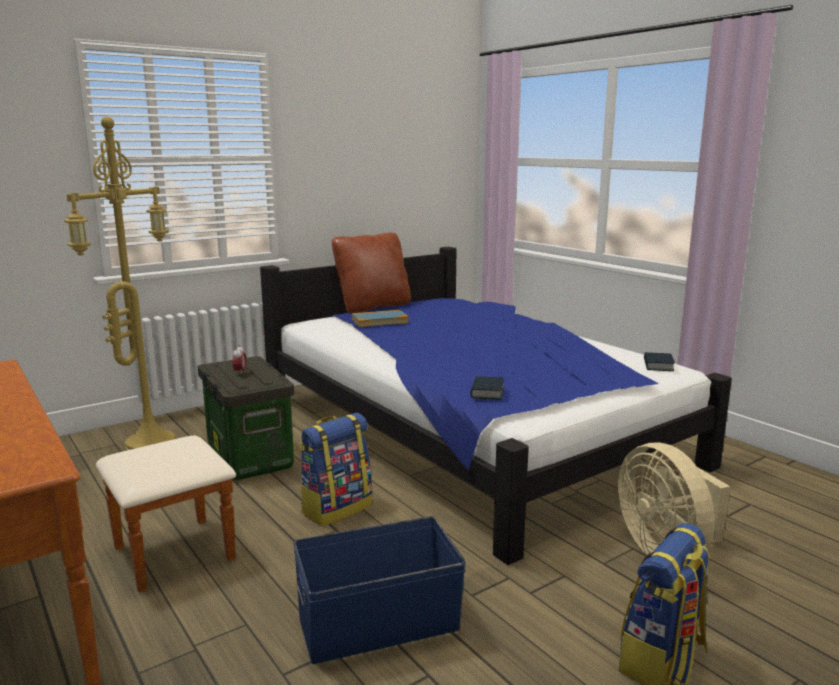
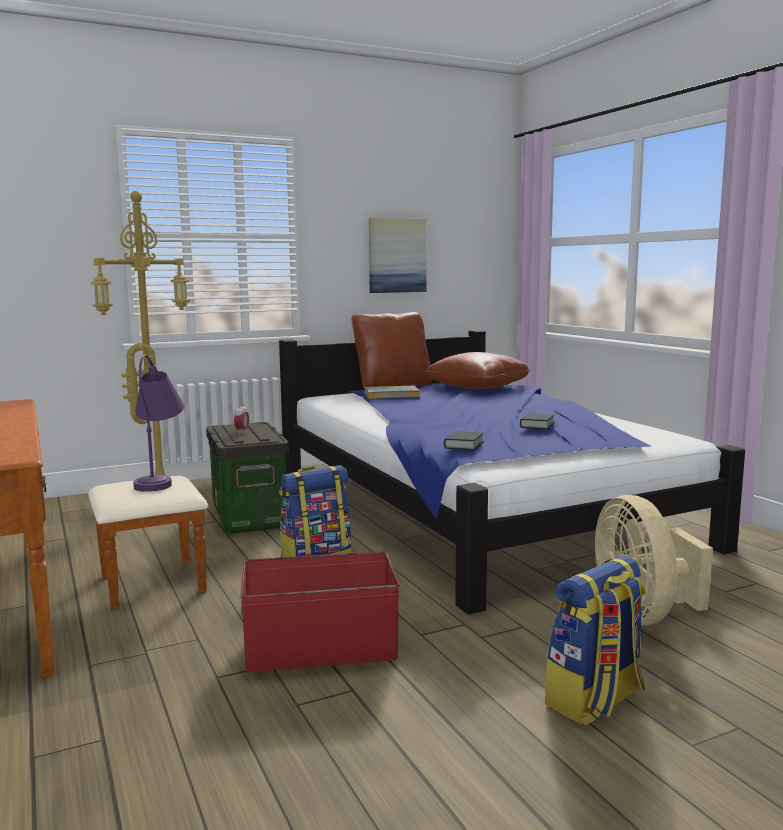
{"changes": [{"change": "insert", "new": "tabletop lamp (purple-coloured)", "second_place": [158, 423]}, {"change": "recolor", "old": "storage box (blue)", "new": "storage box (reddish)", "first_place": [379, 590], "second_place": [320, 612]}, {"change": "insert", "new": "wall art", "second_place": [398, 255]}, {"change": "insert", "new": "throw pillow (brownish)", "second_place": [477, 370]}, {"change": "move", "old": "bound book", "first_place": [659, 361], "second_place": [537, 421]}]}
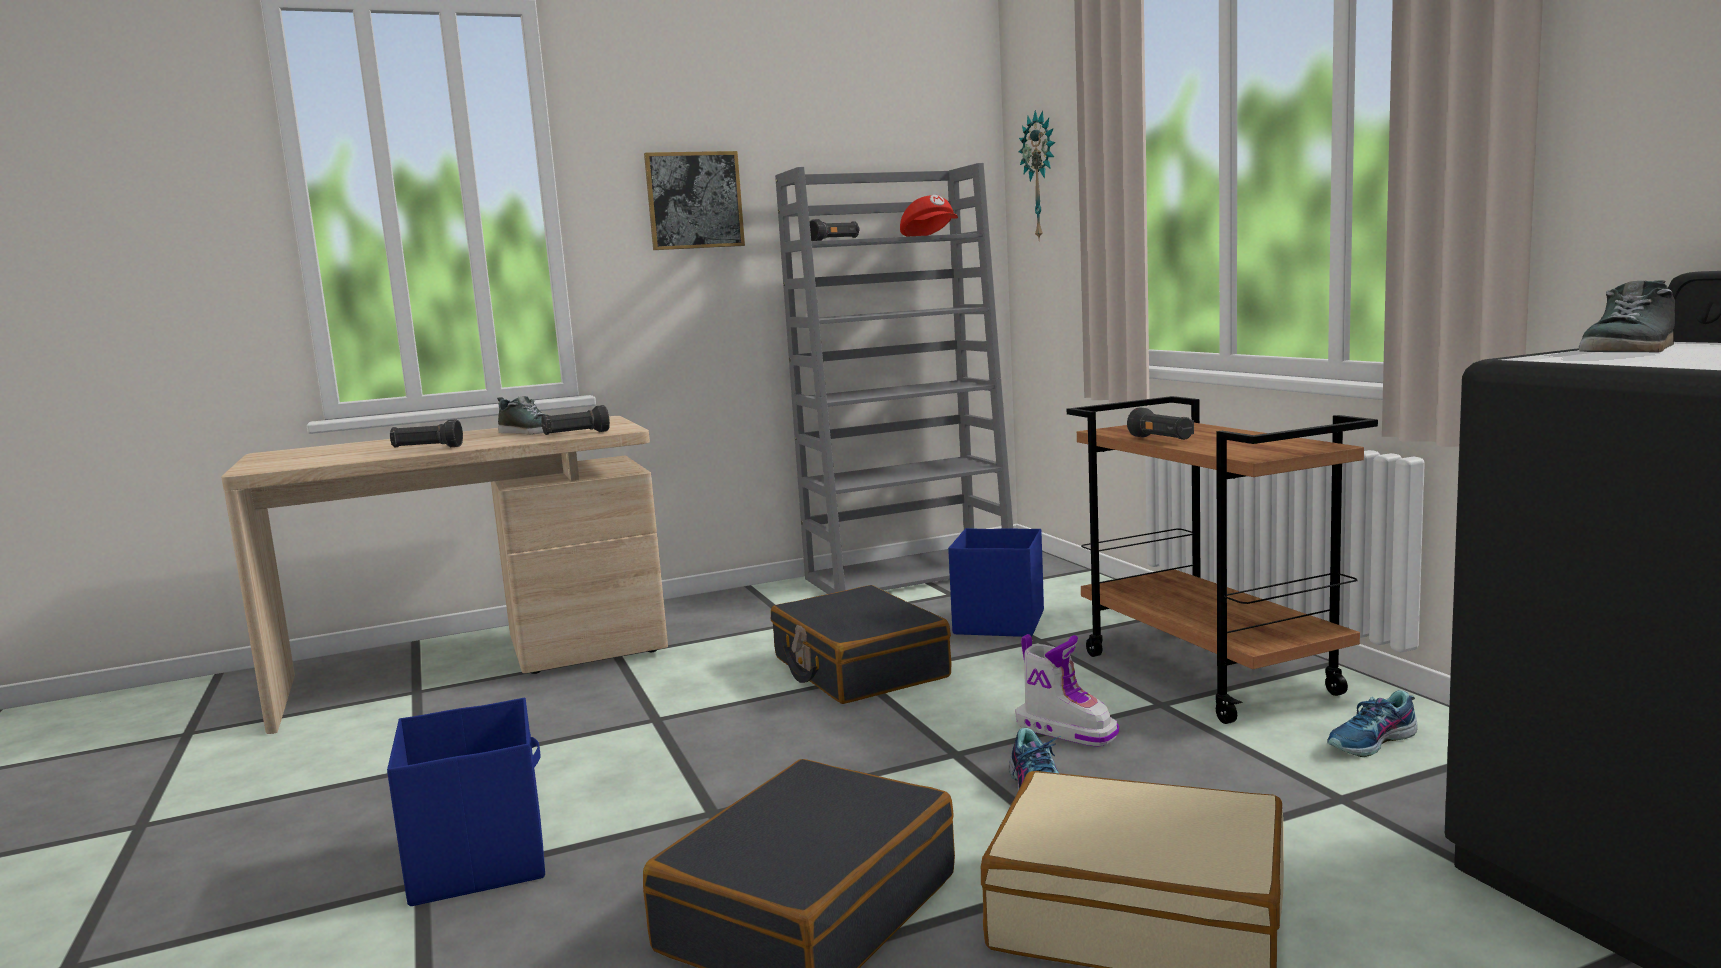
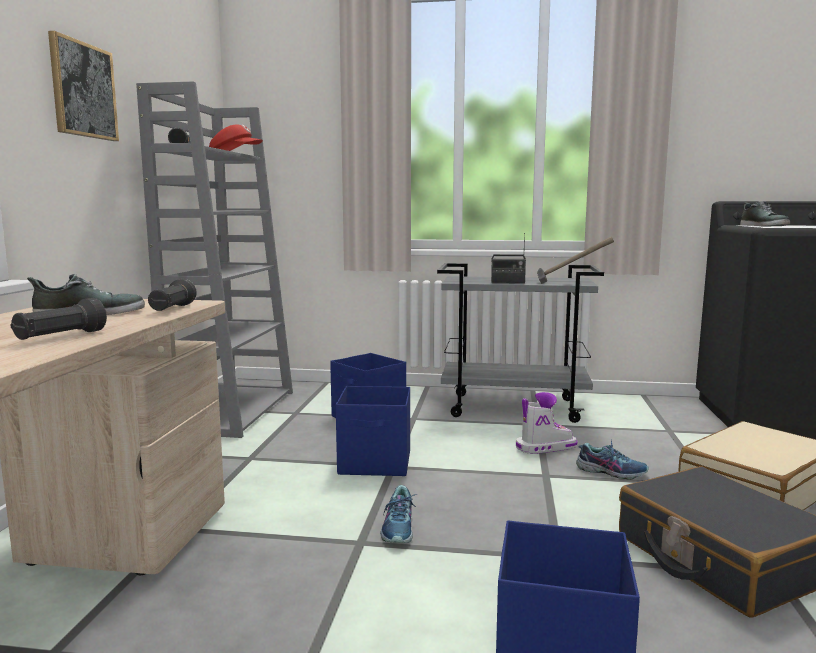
{"changes": [{"change": "replace", "old": "suitcase (blackish)", "new": "storage box (blue)", "first_place": [861, 644], "second_place": [373, 431]}, {"change": "move", "old": "low shoe", "first_place": [1372, 723], "second_place": [398, 514]}, {"change": "recolor", "old": "cart (brownish)", "new": "cart (gray)", "first_place": [1222, 560], "second_place": [520, 343]}, {"change": "replace", "old": "hand torch (blackish)", "new": "radio set", "first_place": [1160, 424], "second_place": [508, 258]}, {"change": "insert", "new": "tool hammer", "second_place": [575, 260]}, {"change": "delete", "old": "wall clock", "first_place": [1036, 174]}]}
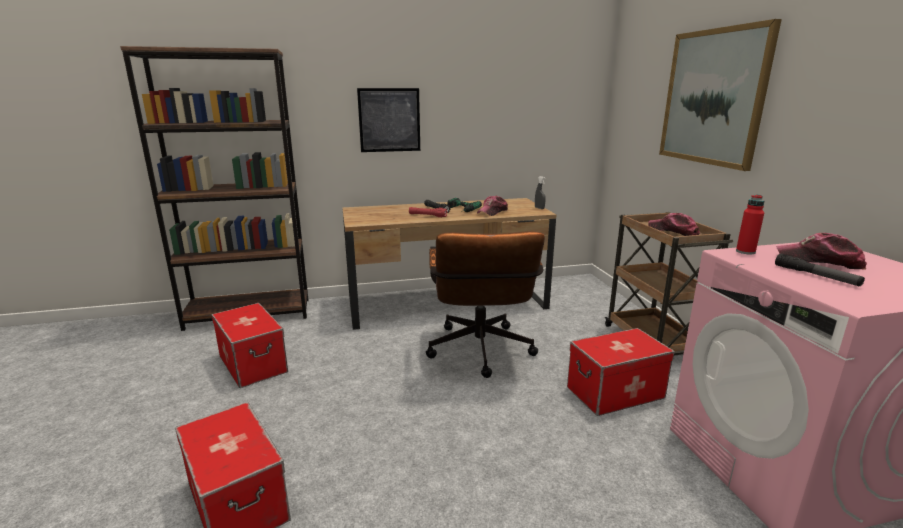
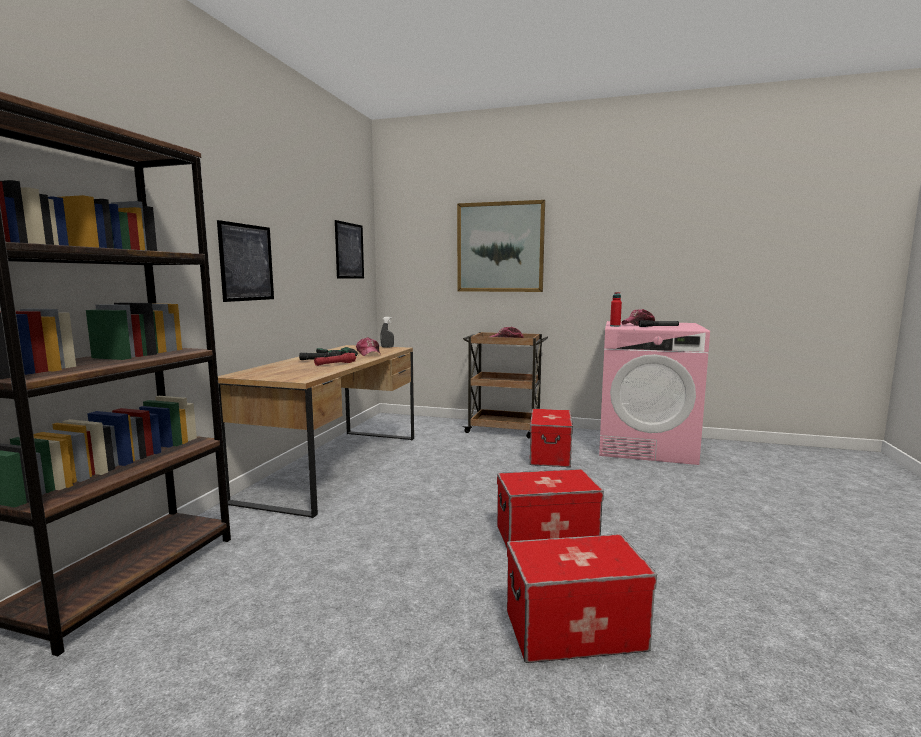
{"changes": [{"change": "insert", "new": "wall art", "second_place": [349, 249]}, {"change": "move", "old": "storage box", "first_place": [249, 345], "second_place": [550, 508]}, {"change": "delete", "old": "computer chair (brownish)", "first_place": [485, 304]}]}
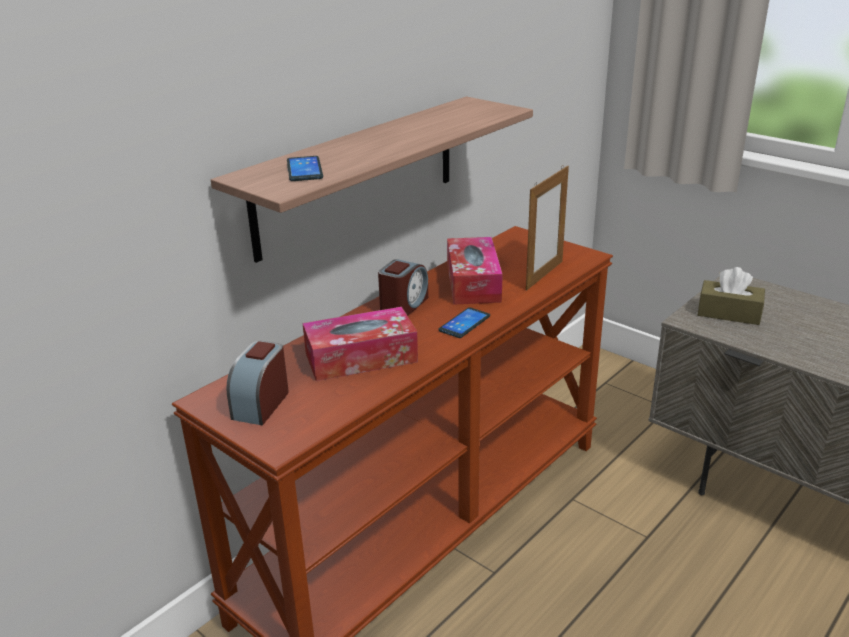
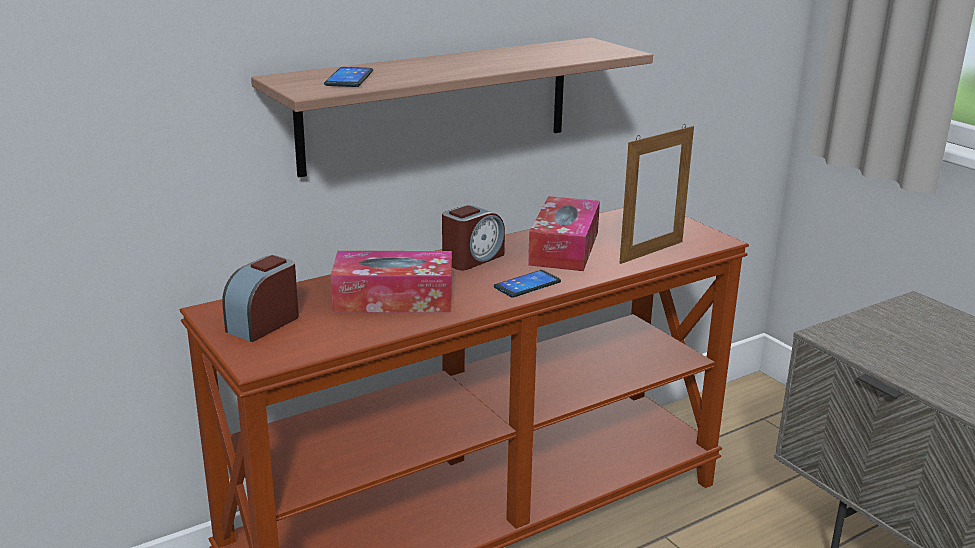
{"changes": [{"change": "delete", "old": "box of tissues (brownish)", "first_place": [731, 296]}]}
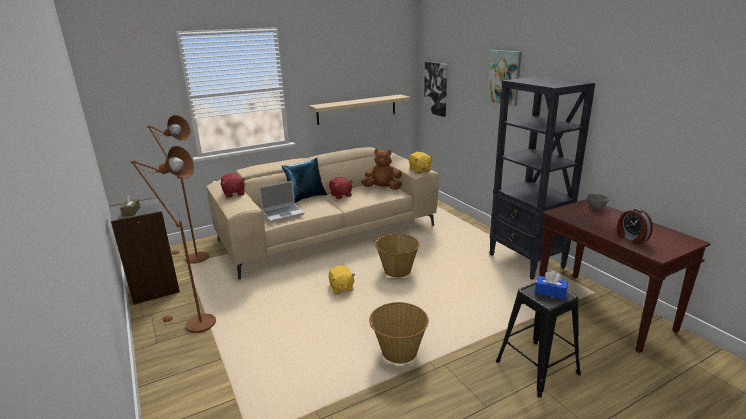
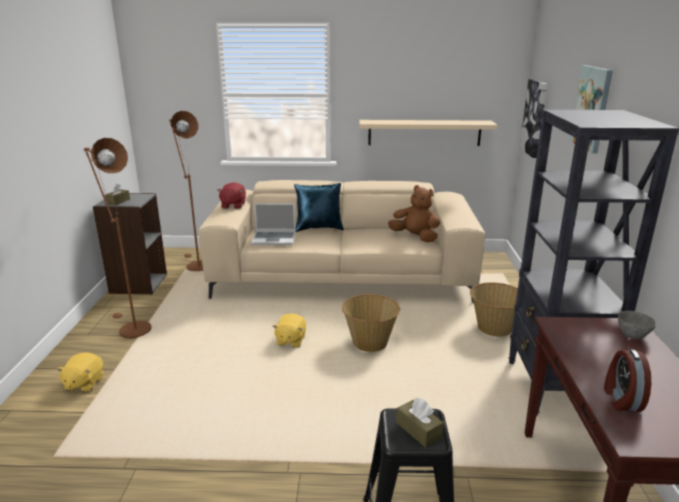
{"changes": [{"change": "move", "old": "soft toy (yellowish)", "first_place": [421, 162], "second_place": [80, 372]}, {"change": "recolor", "old": "box of tissues (blue)", "new": "box of tissues (brownish)", "first_place": [551, 285], "second_place": [420, 422]}, {"change": "move", "old": "storage basket", "first_place": [399, 333], "second_place": [494, 309]}, {"change": "delete", "old": "soft toy (reddish)", "first_place": [341, 188]}]}
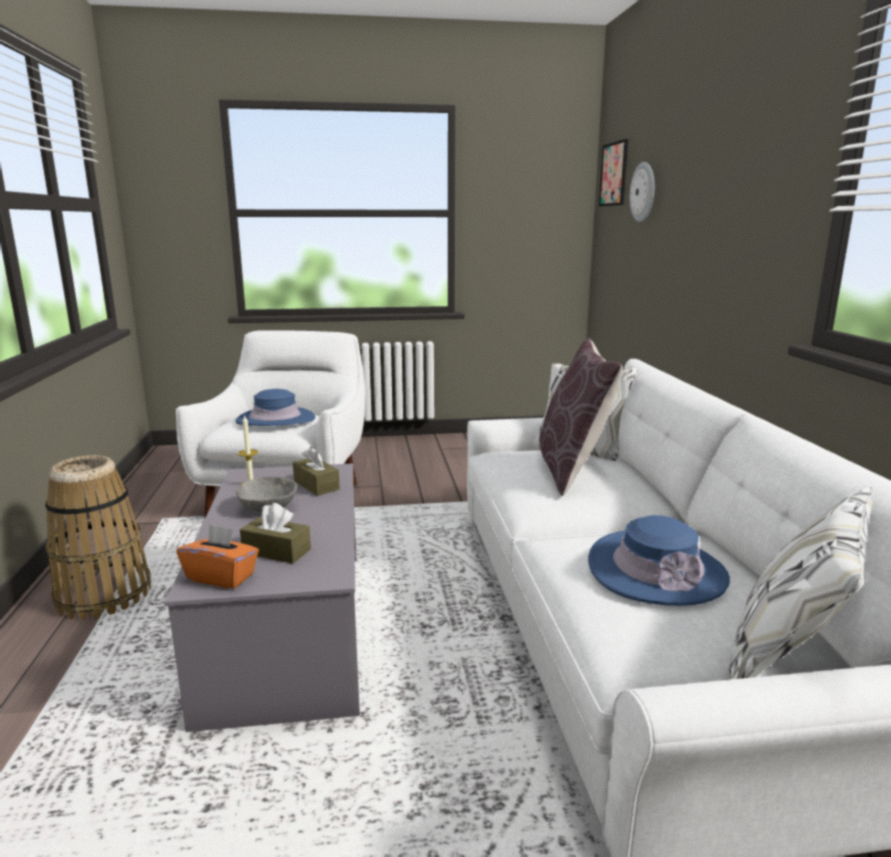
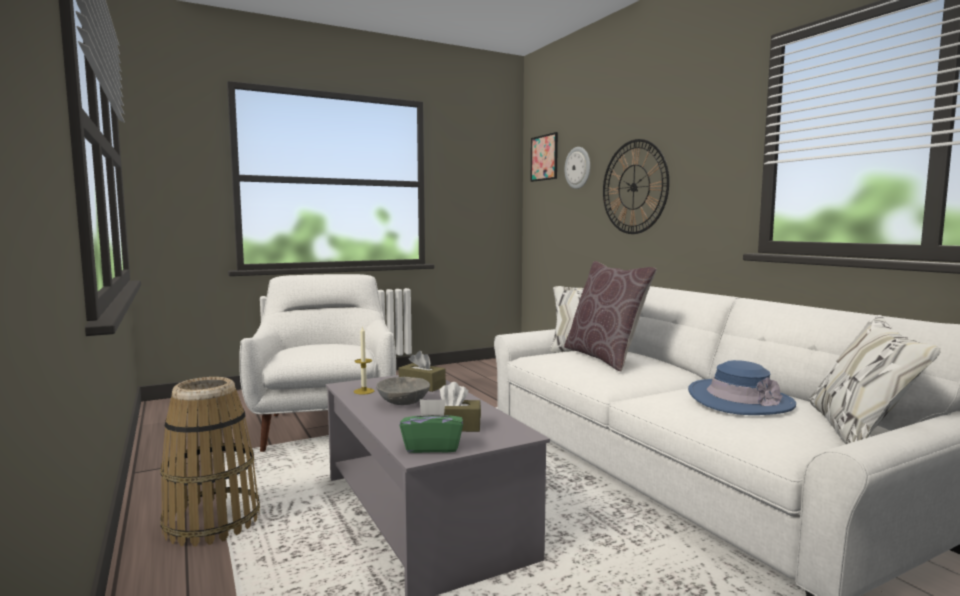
{"changes": [{"change": "recolor", "old": "box of tissues (orangey)", "new": "box of tissues (green-coloured)", "first_place": [217, 556], "second_place": [431, 426]}, {"change": "insert", "new": "wall clock", "second_place": [636, 186]}, {"change": "delete", "old": "clothing hat (blue)", "first_place": [275, 407]}]}
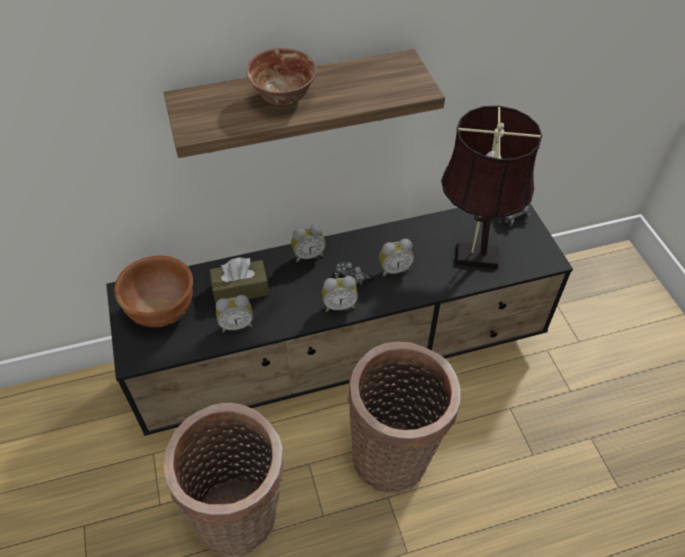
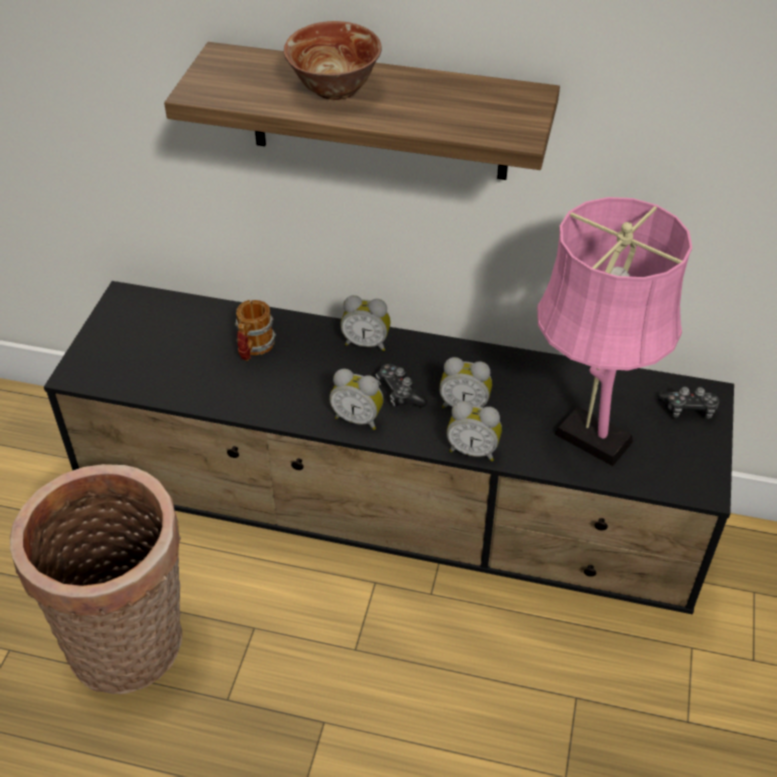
{"changes": [{"change": "replace", "old": "box of tissues (brownish)", "new": "tea mug", "first_place": [239, 279], "second_place": [255, 330]}, {"change": "move", "old": "alarm clock", "first_place": [234, 314], "second_place": [474, 431]}, {"change": "recolor", "old": "tabletop lamp (brownish)", "new": "tabletop lamp (pink-coloured)", "first_place": [491, 187], "second_place": [614, 331]}, {"change": "delete", "old": "serving bowl (brownish)", "first_place": [153, 291]}, {"change": "delete", "old": "storage basket", "first_place": [404, 417]}]}
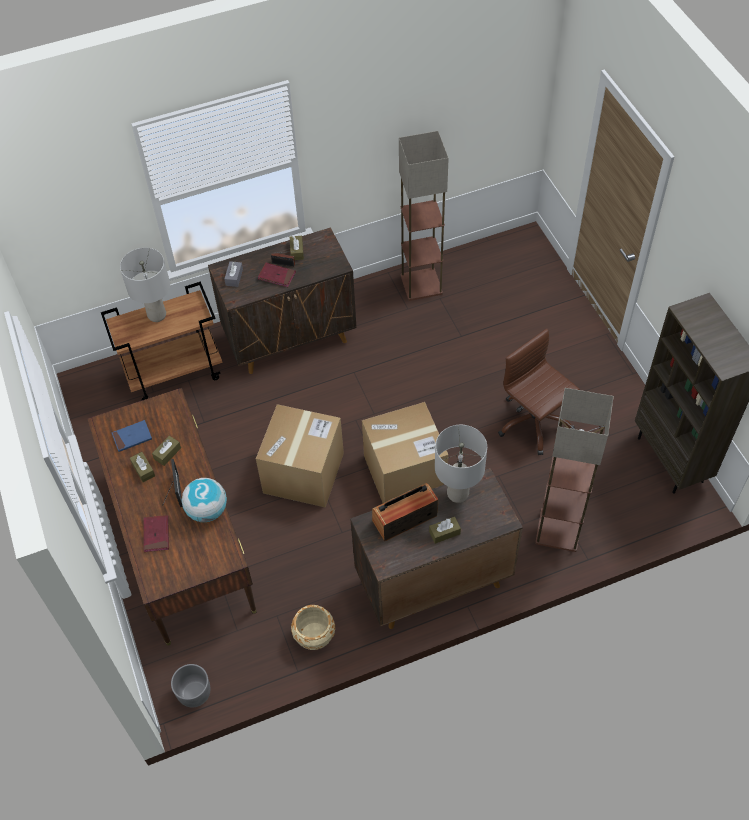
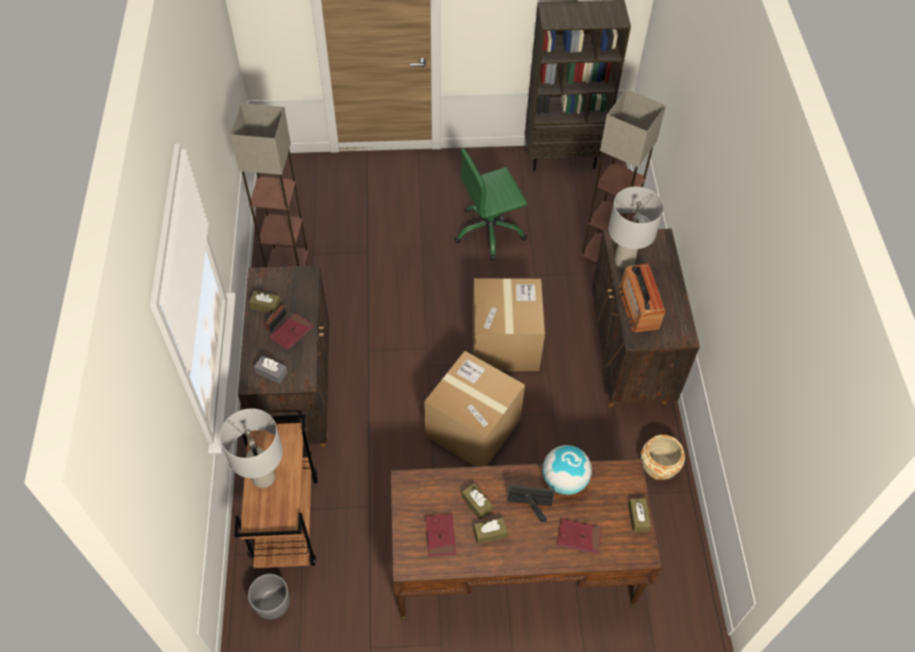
{"changes": [{"change": "move", "old": "plant pot (gray)", "first_place": [190, 686], "second_place": [269, 597]}, {"change": "recolor", "old": "bound book (blue)", "new": "bound book (reddish)", "first_place": [132, 436], "second_place": [440, 535]}, {"change": "recolor", "old": "computer chair (brownish)", "new": "computer chair (green-coloured)", "first_place": [539, 392], "second_place": [491, 204]}, {"change": "move", "old": "box of tissues (brownish)", "first_place": [445, 530], "second_place": [639, 515]}]}
